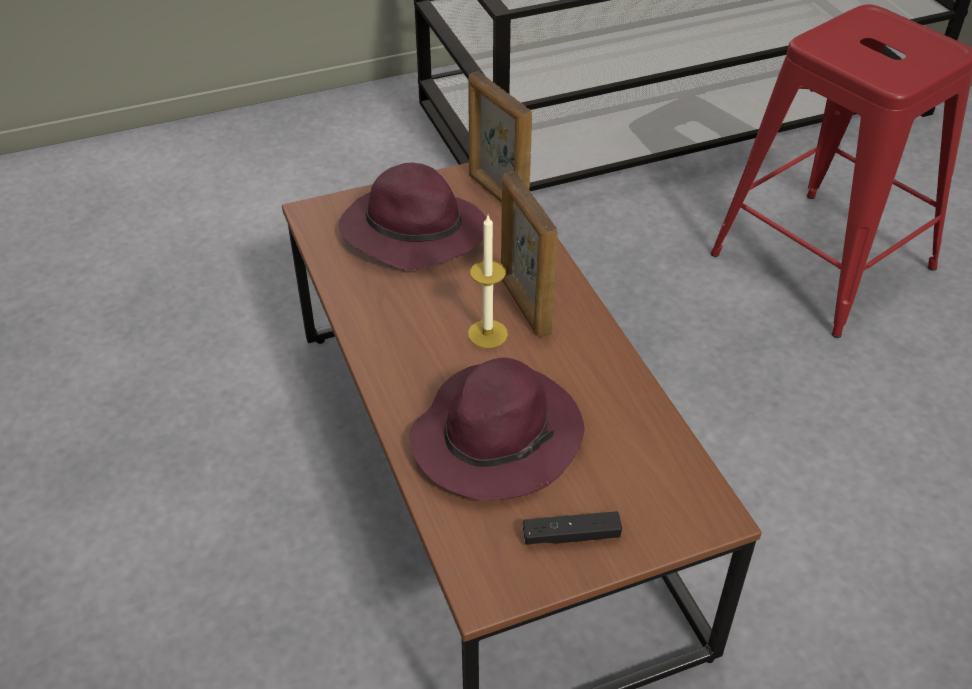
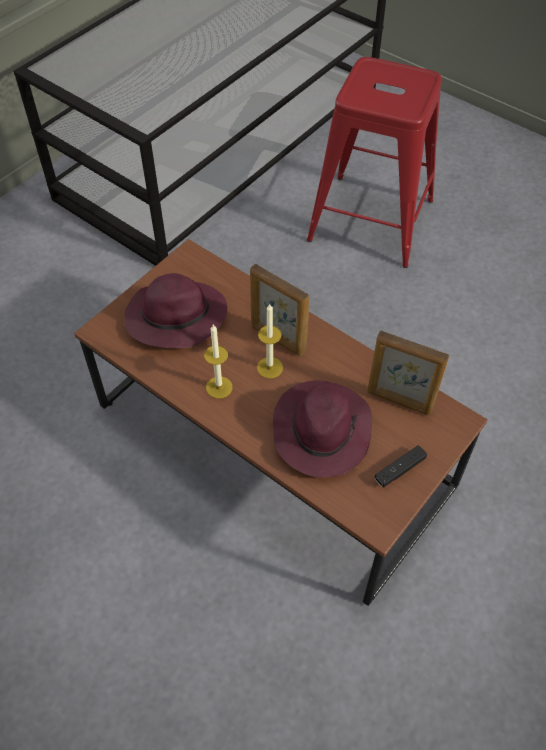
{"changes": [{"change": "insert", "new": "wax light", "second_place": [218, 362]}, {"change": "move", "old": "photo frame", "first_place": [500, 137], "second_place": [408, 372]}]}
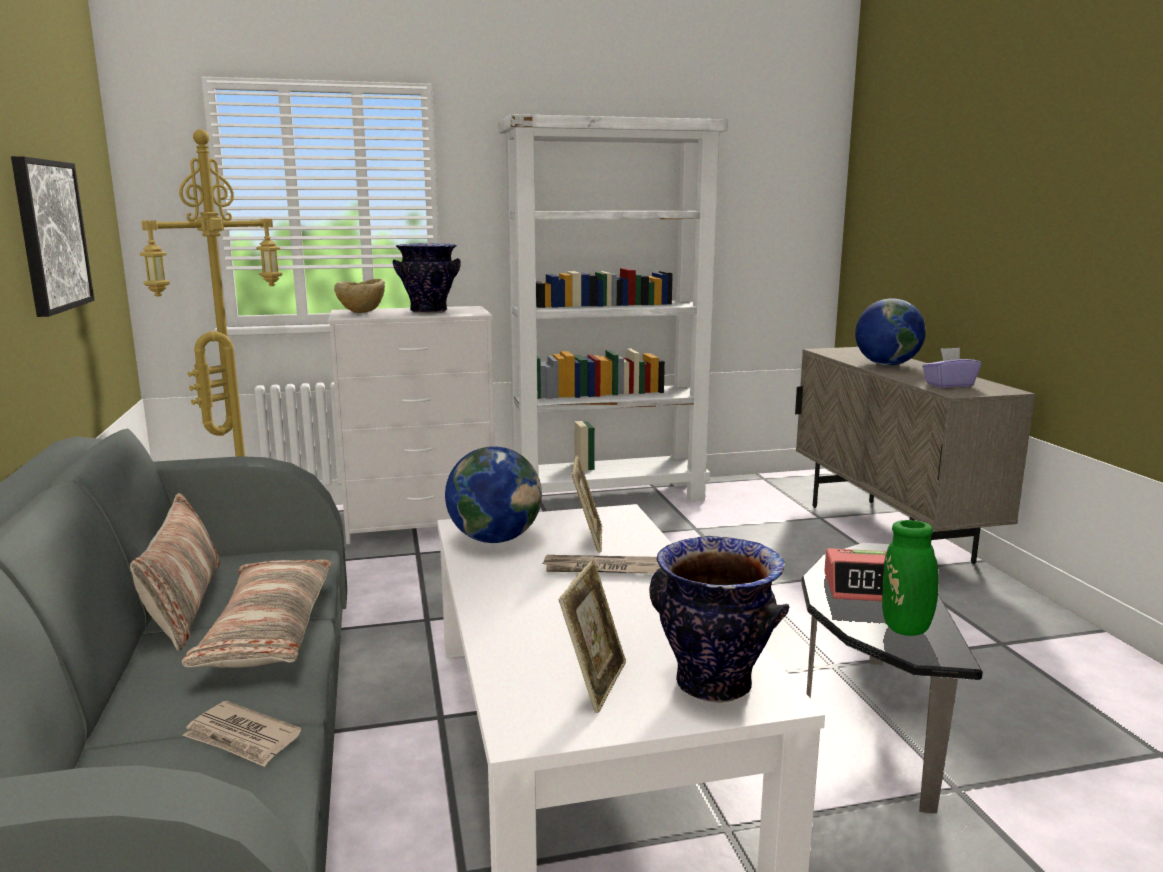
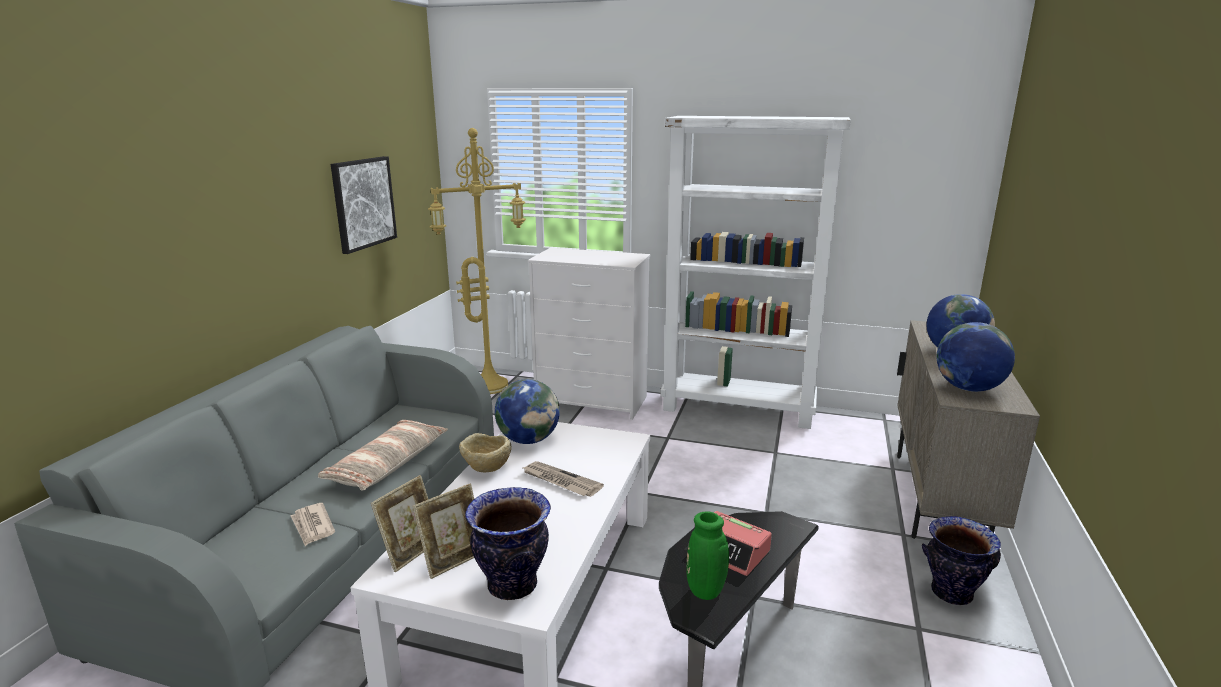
{"changes": [{"change": "move", "old": "photo frame", "first_place": [587, 504], "second_place": [400, 523]}, {"change": "move", "old": "serving bowl (beige)", "first_place": [359, 296], "second_place": [485, 452]}, {"change": "move", "old": "decorative vase", "first_place": [427, 278], "second_place": [961, 560]}, {"change": "replace", "old": "box of tissues (purple-coloured)", "new": "world globe", "first_place": [952, 367], "second_place": [976, 357]}, {"change": "delete", "old": "throw pillow", "first_place": [175, 572]}]}
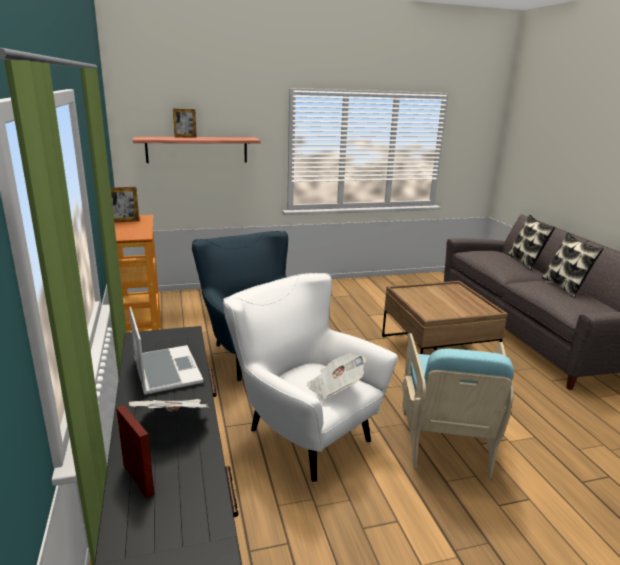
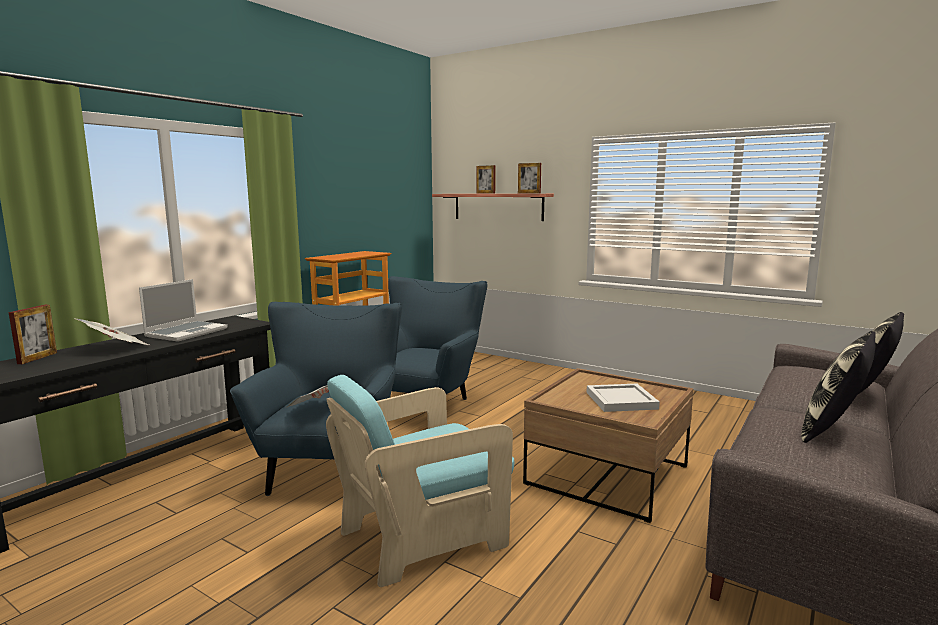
{"changes": [{"change": "recolor", "old": "lounge chair (white-coloured)", "new": "lounge chair (blue)", "first_place": [310, 378], "second_place": [316, 399]}, {"change": "move", "old": "photo frame", "first_place": [124, 205], "second_place": [529, 178]}, {"change": "insert", "new": "serving tray (white-coloured)", "second_place": [623, 398]}]}
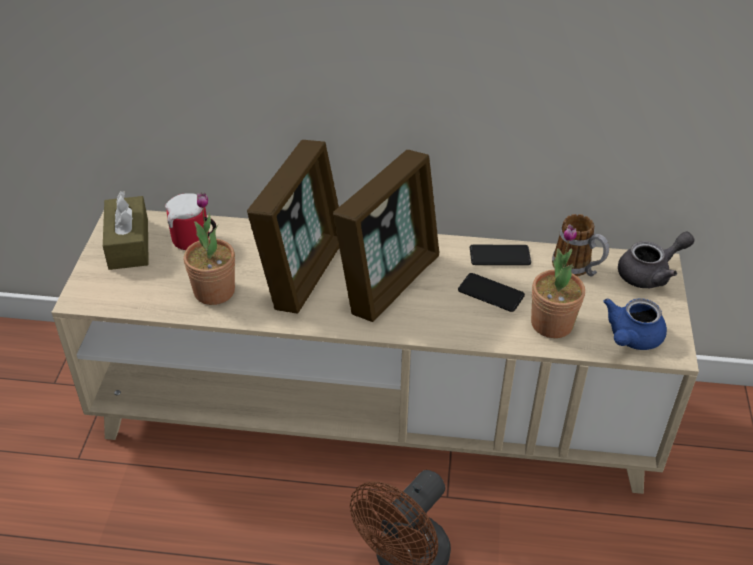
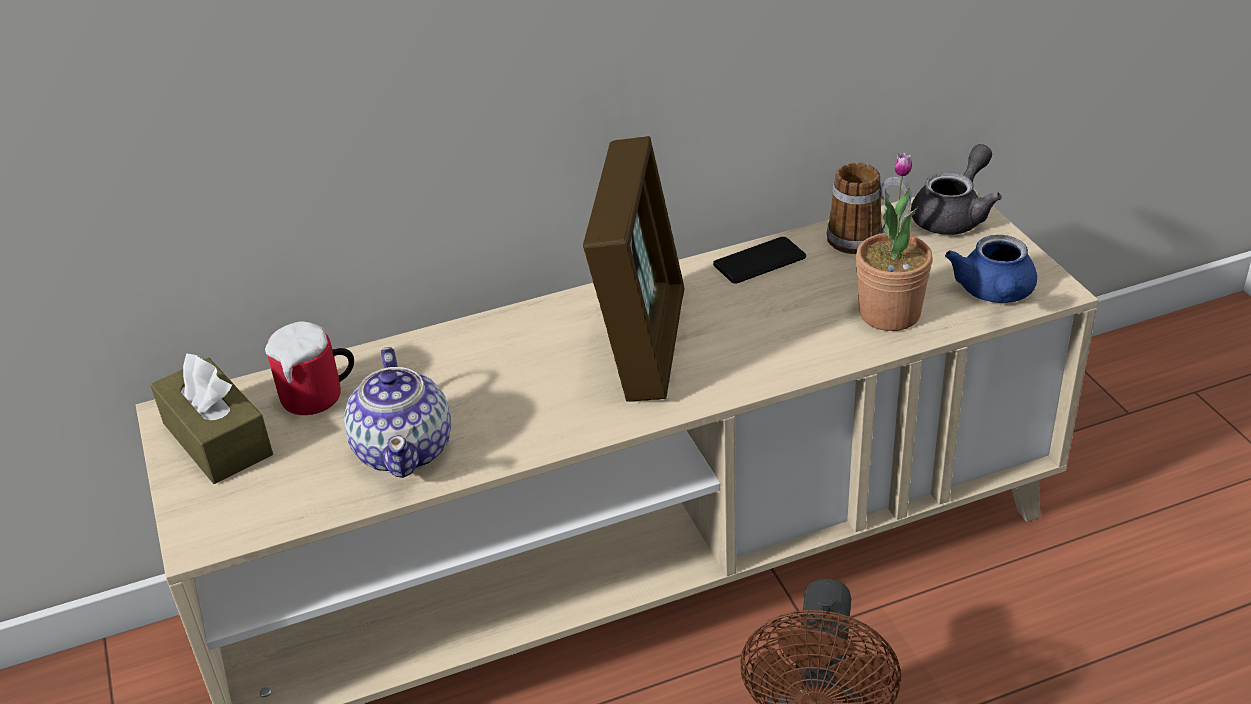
{"changes": [{"change": "replace", "old": "potted plant", "new": "teapot", "first_place": [209, 248], "second_place": [397, 412]}, {"change": "delete", "old": "photo frame", "first_place": [293, 227]}, {"change": "delete", "old": "phone", "first_place": [491, 292]}]}
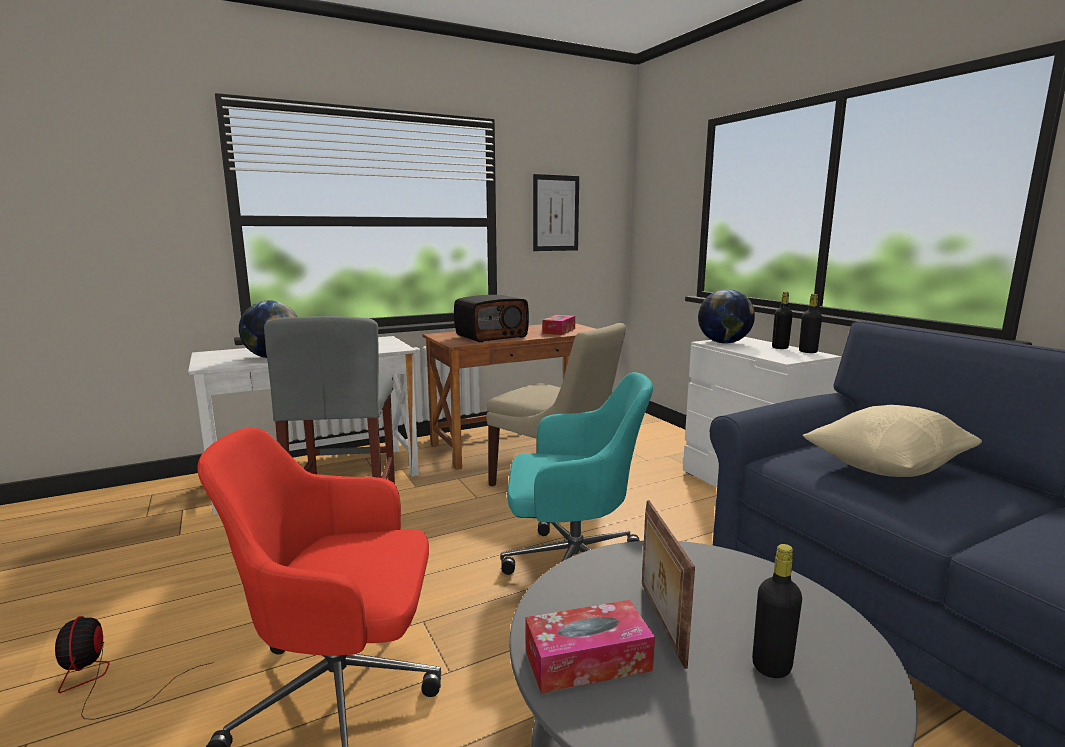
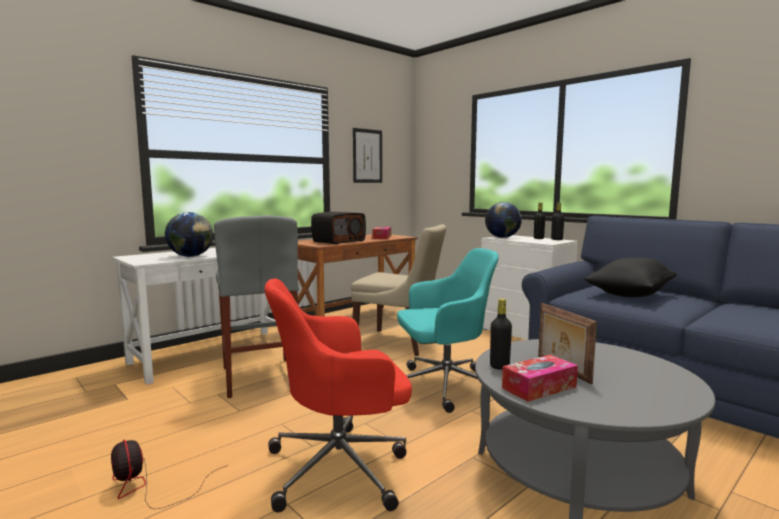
{"changes": [{"change": "move", "old": "bottle (blackish)", "first_place": [777, 611], "second_place": [501, 334]}, {"change": "recolor", "old": "throw pillow (beige)", "new": "throw pillow (blackish)", "first_place": [892, 441], "second_place": [630, 277]}]}
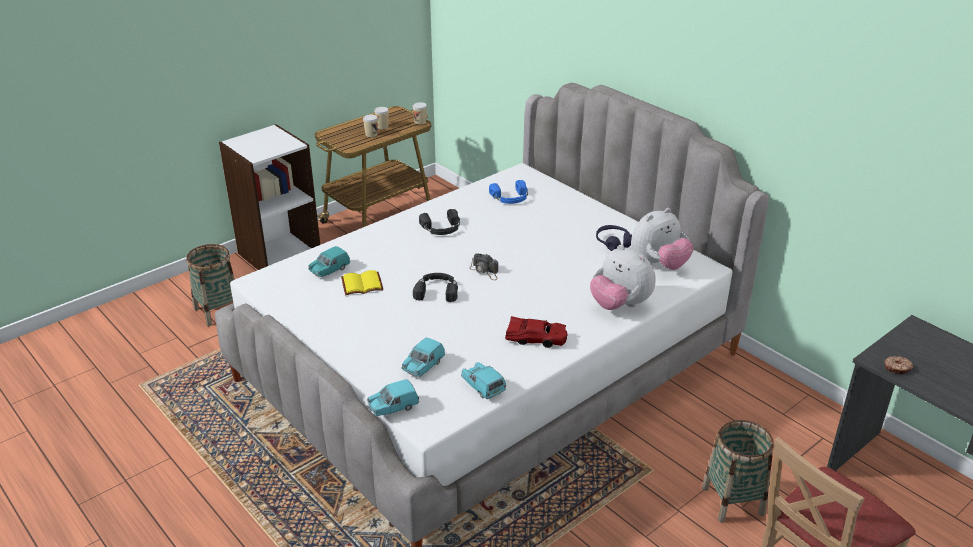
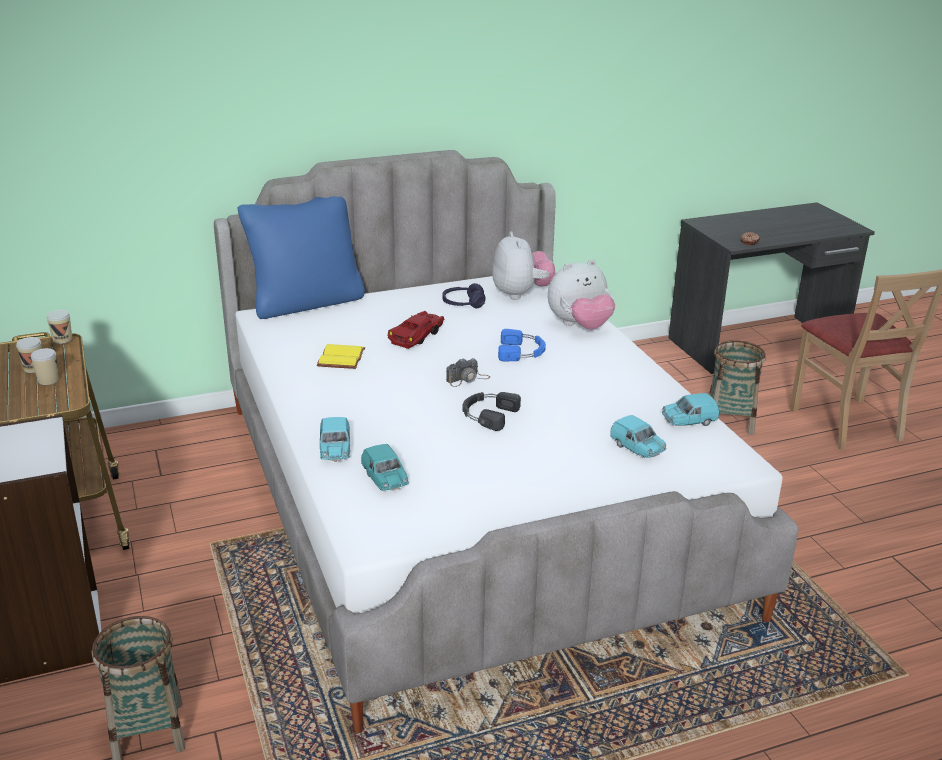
{"changes": [{"change": "insert", "new": "throw pillow (blue)", "second_place": [301, 257]}, {"change": "move", "old": "bound book (yellowish)", "first_place": [362, 282], "second_place": [341, 356]}, {"change": "move", "old": "toy car (turquoise-coloured)", "first_place": [393, 397], "second_place": [335, 439]}, {"change": "move", "old": "toy car (reddish)", "first_place": [536, 332], "second_place": [415, 330]}, {"change": "move", "old": "pair of headphones (blue)", "first_place": [508, 192], "second_place": [522, 345]}, {"change": "delete", "old": "pair of headphones (blackish)", "first_place": [439, 222]}]}
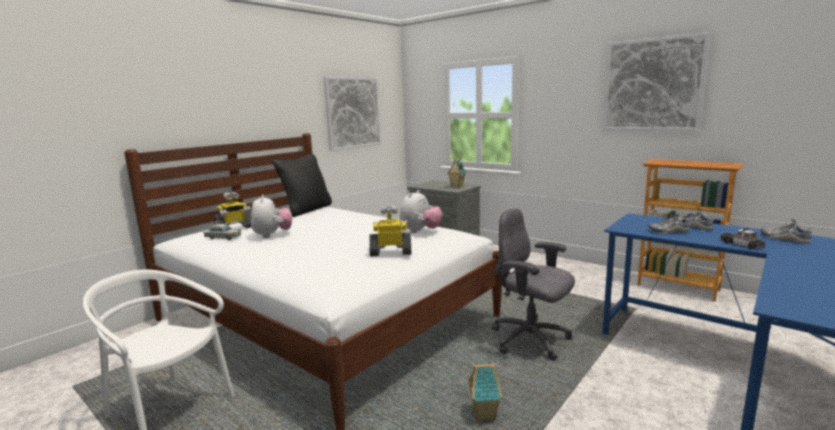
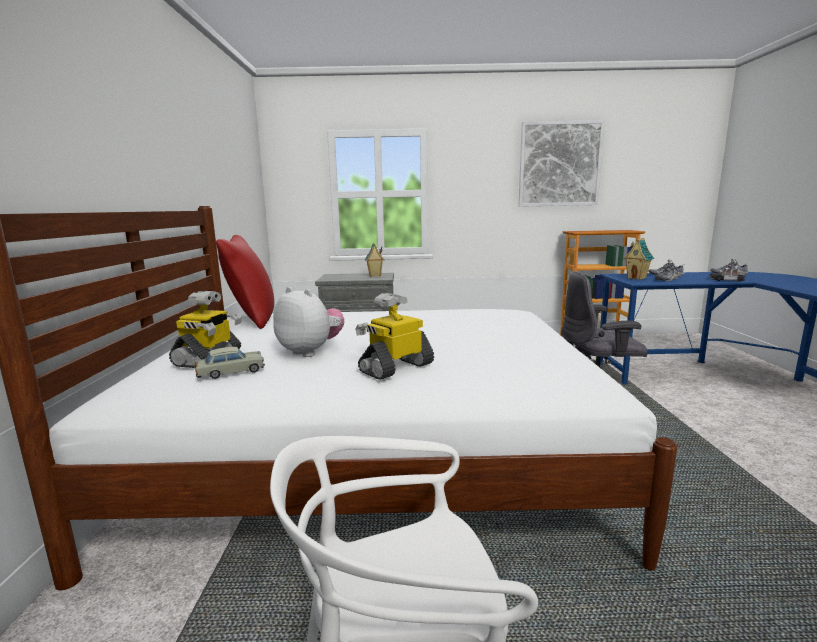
{"changes": [{"change": "recolor", "old": "throw pillow (blackish)", "new": "throw pillow (reddish)", "first_place": [302, 185], "second_place": [245, 282]}, {"change": "move", "old": "toy robot", "first_place": [390, 230], "second_place": [394, 336]}, {"change": "move", "old": "miniature house", "first_place": [485, 391], "second_place": [638, 259]}, {"change": "delete", "old": "wall art", "first_place": [352, 114]}, {"change": "delete", "old": "soft toy", "first_place": [421, 211]}]}
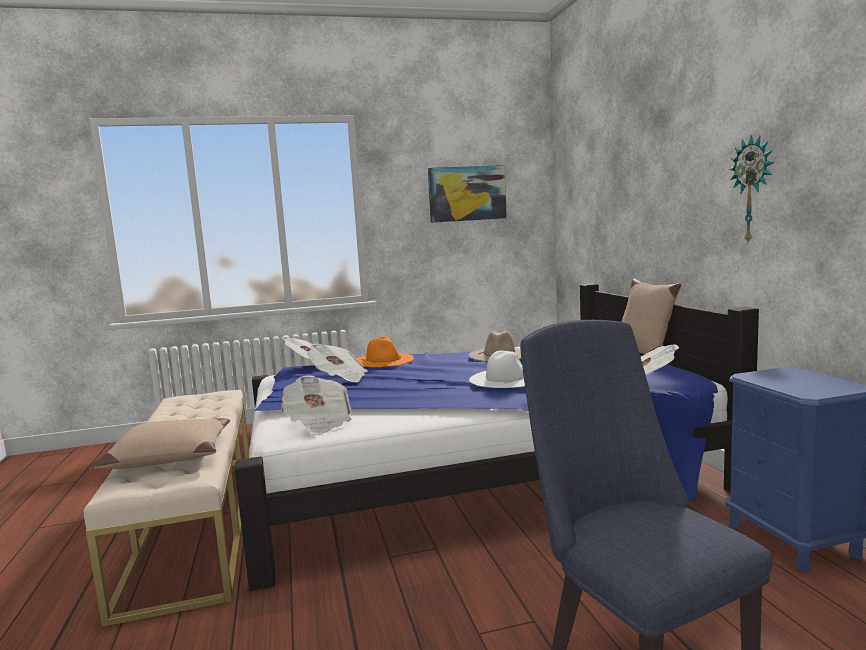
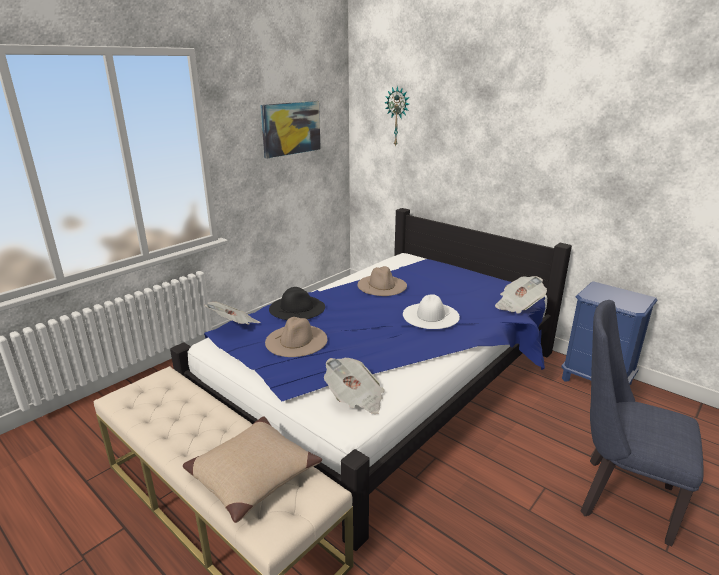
{"changes": [{"change": "replace", "old": "printed paper", "new": "clothing hat (beige)", "first_place": [337, 363], "second_place": [296, 337]}, {"change": "recolor", "old": "clothing hat (orangey)", "new": "clothing hat (blackish)", "first_place": [385, 351], "second_place": [297, 303]}, {"change": "move", "old": "wall clock", "first_place": [751, 188], "second_place": [396, 116]}, {"change": "delete", "old": "throw pillow (beige)", "first_place": [651, 316]}]}
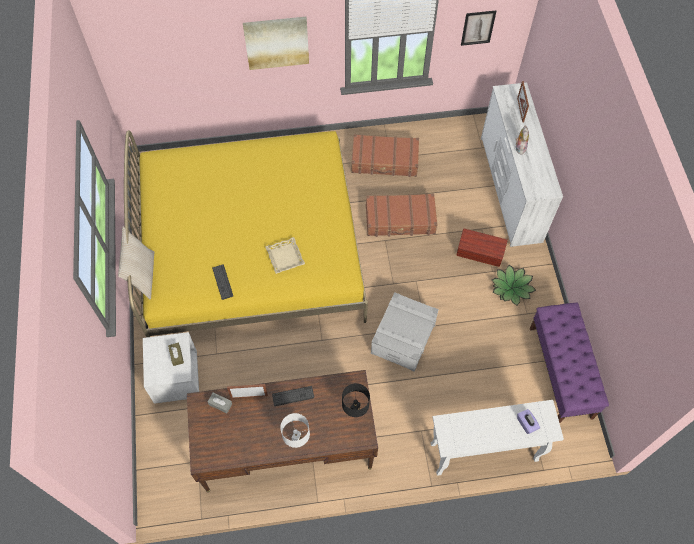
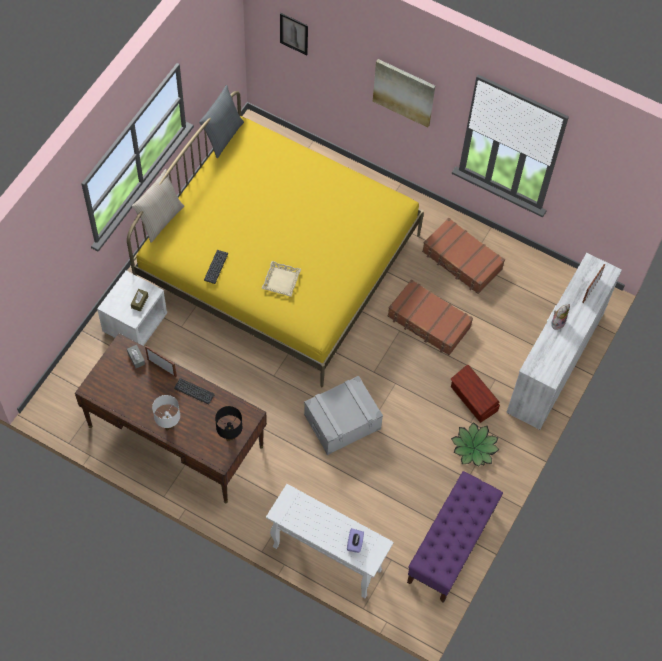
{"changes": [{"change": "insert", "new": "throw pillow (gray)", "second_place": [221, 121]}, {"change": "move", "old": "wall art", "first_place": [478, 28], "second_place": [294, 34]}]}
